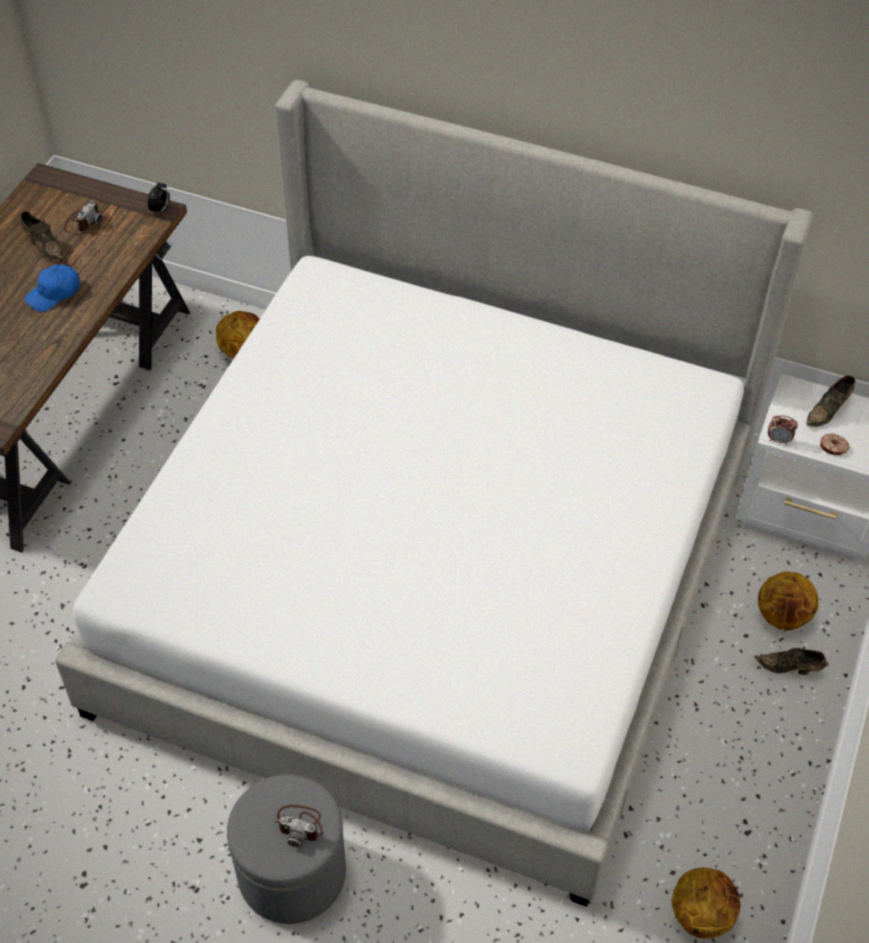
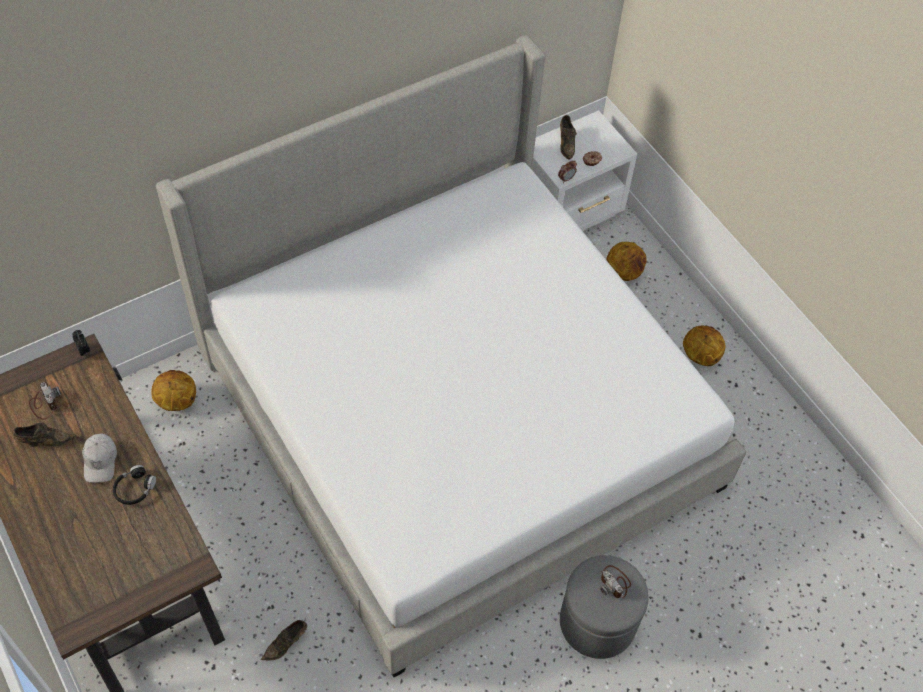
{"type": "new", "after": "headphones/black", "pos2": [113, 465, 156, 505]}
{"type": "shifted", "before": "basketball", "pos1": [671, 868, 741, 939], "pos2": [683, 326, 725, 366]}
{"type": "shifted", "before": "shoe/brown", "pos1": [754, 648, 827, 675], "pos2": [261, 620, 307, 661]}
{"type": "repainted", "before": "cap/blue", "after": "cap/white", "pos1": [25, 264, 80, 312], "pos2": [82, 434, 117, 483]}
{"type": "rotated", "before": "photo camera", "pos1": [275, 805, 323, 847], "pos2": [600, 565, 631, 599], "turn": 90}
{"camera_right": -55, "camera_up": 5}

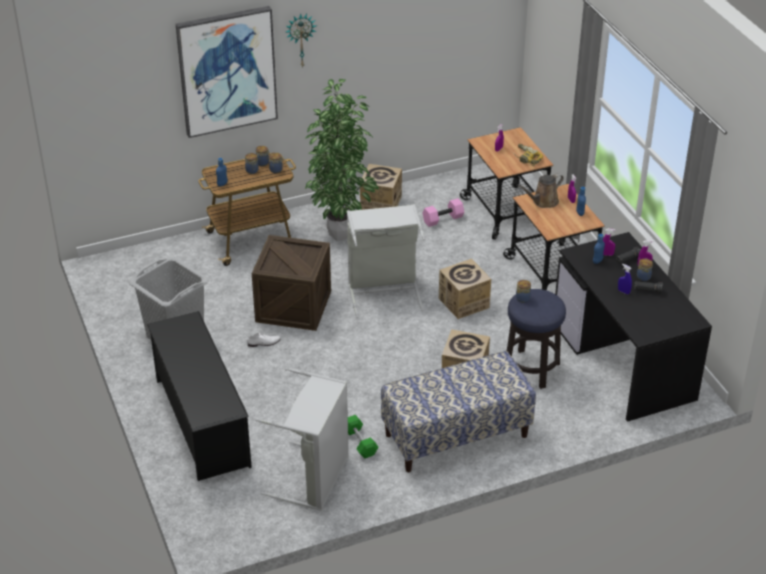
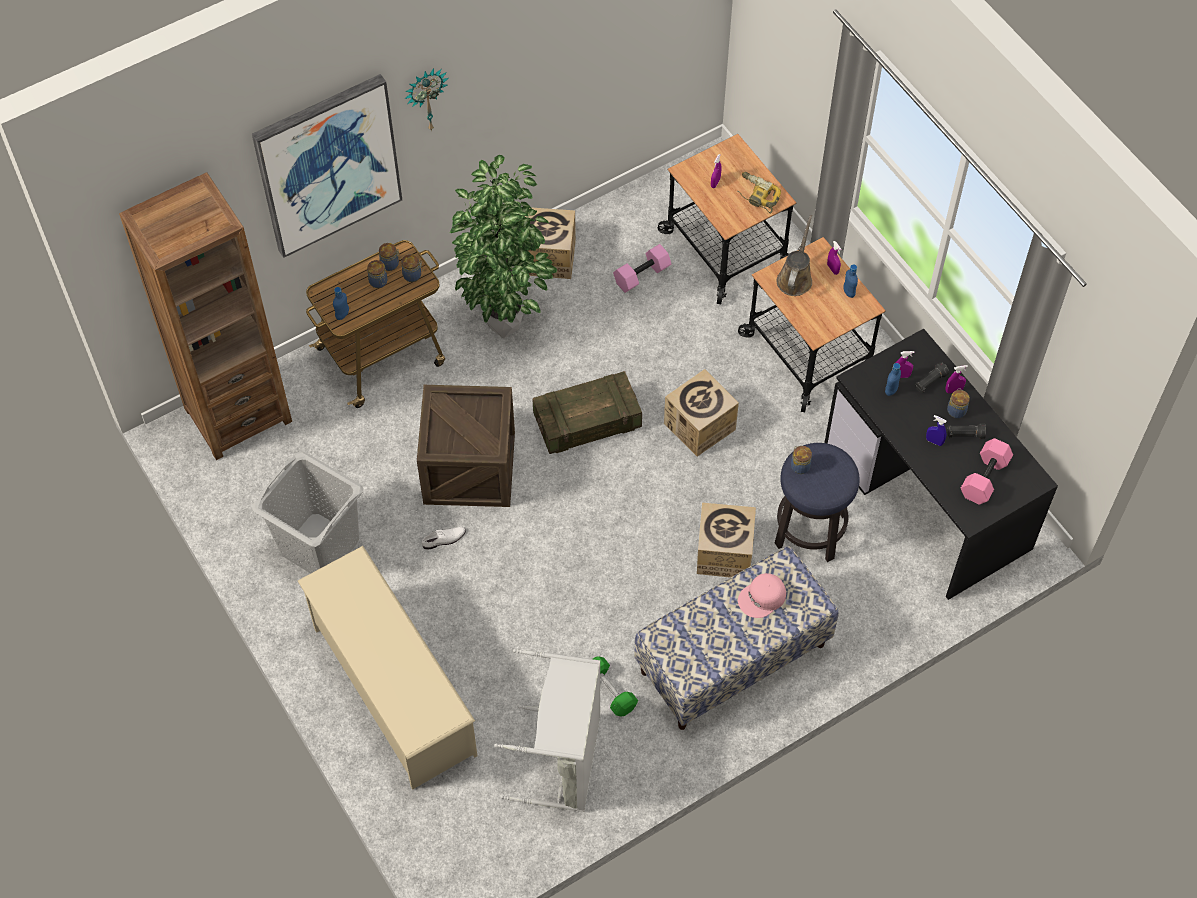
{"type": "new", "after": "bookcase/brown", "pos2": [119, 172, 292, 460]}
{"type": "new", "after": "cap/pink", "pos2": [738, 573, 786, 618]}
{"type": "new", "after": "dumbbell/pink", "pos2": [961, 438, 1013, 505]}
{"type": "swapped", "before": "laundry basket/grey", "after": "crate", "pos1": [347, 204, 425, 318], "pos2": [532, 371, 642, 454]}
{"type": "repainted", "before": "shoe rack/black", "after": "shoe rack/beige", "pos1": [147, 311, 252, 481], "pos2": [298, 546, 478, 790]}
{"type": "rotated", "before": "watering can/brown", "pos1": [518, 173, 564, 208], "pos2": [777, 215, 812, 296], "turn": 150}
{"camera_right": -10, "camera_up": 20}

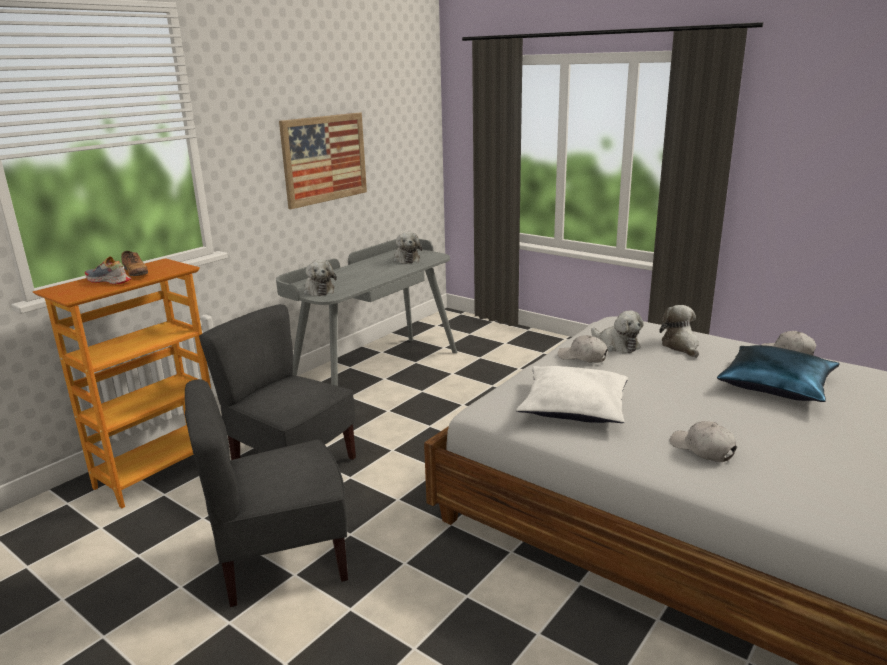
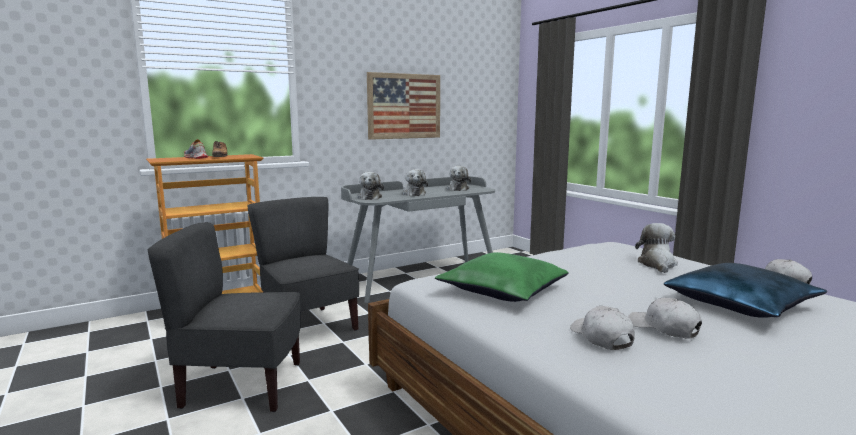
{"type": "shifted", "before": "cap/white", "pos1": [558, 335, 608, 363], "pos2": [628, 298, 702, 339]}
{"type": "shifted", "before": "plush toy", "pos1": [591, 311, 644, 353], "pos2": [402, 169, 428, 196]}
{"type": "repainted", "before": "pillow/white", "after": "pillow/green", "pos1": [516, 366, 628, 423], "pos2": [435, 252, 568, 302]}
{"camera_right": 20, "camera_up": -10}

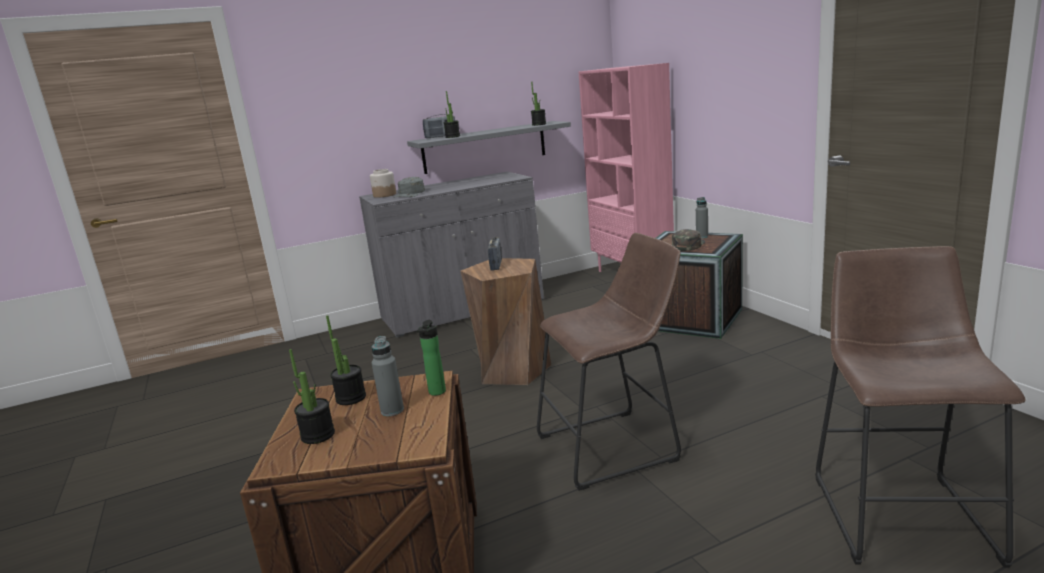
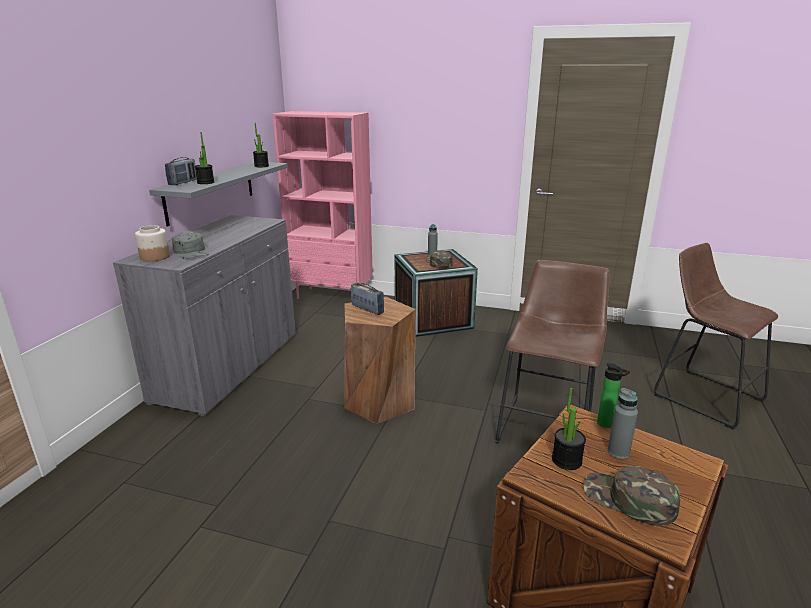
{"type": "swapped", "before": "potted plant", "after": "cap/green", "pos1": [289, 349, 335, 444], "pos2": [583, 466, 680, 525]}
{"camera_right": -50, "camera_up": 5}

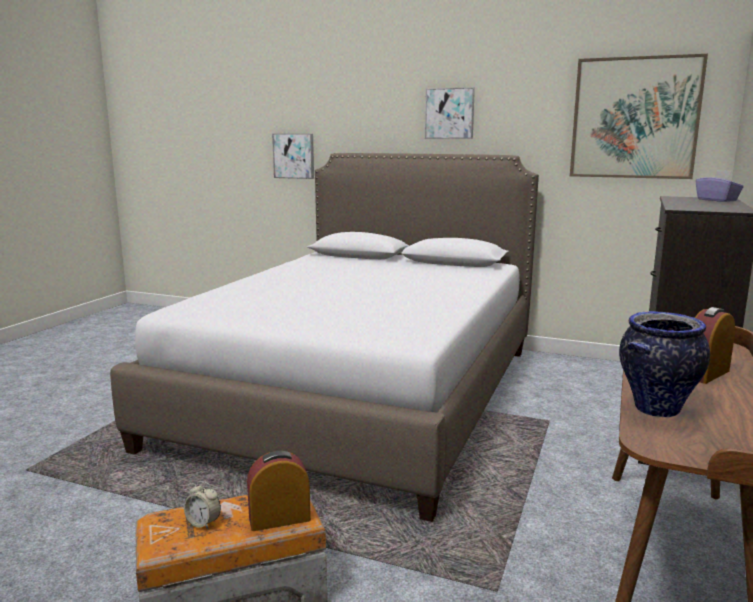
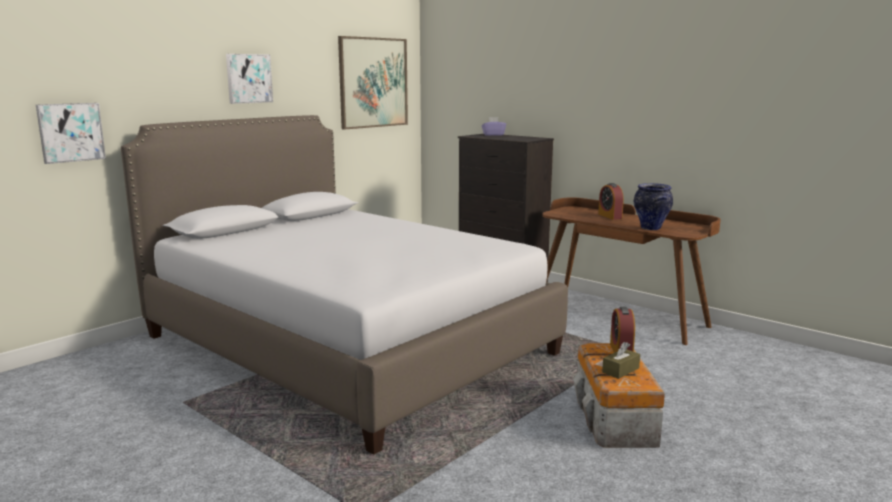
{"type": "swapped", "before": "alarm clock", "after": "tissue box/brown", "pos1": [184, 481, 221, 529], "pos2": [602, 342, 640, 379]}
{"camera_right": -70, "camera_up": 0}

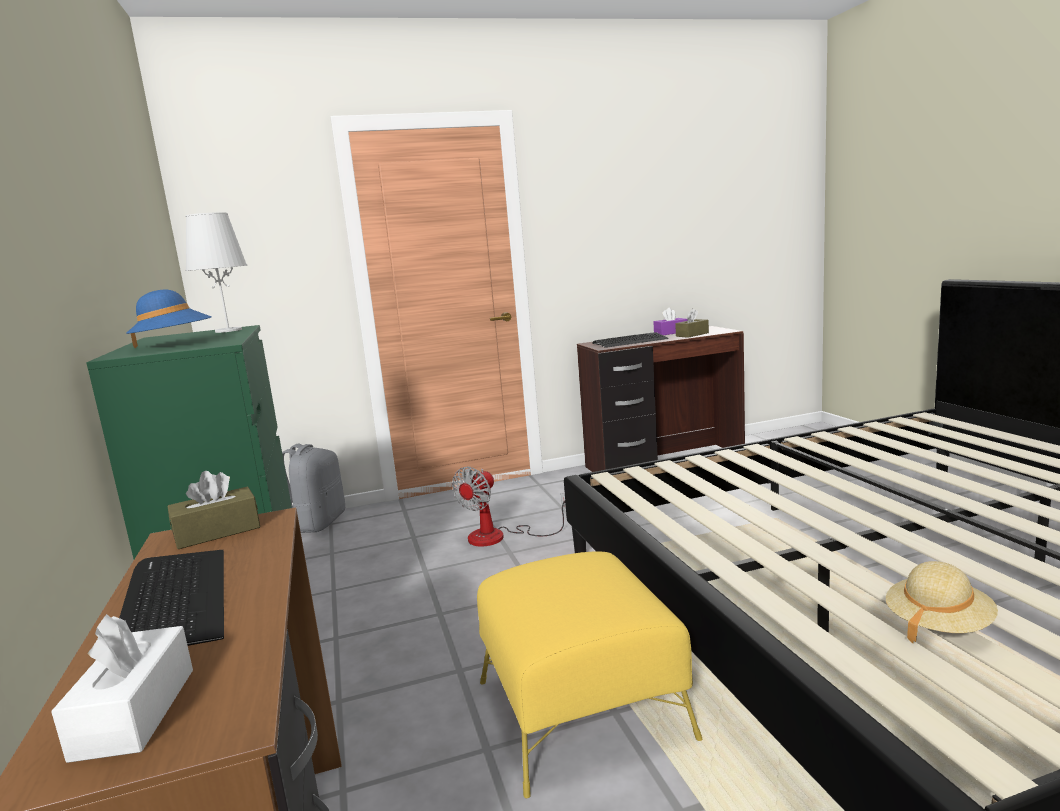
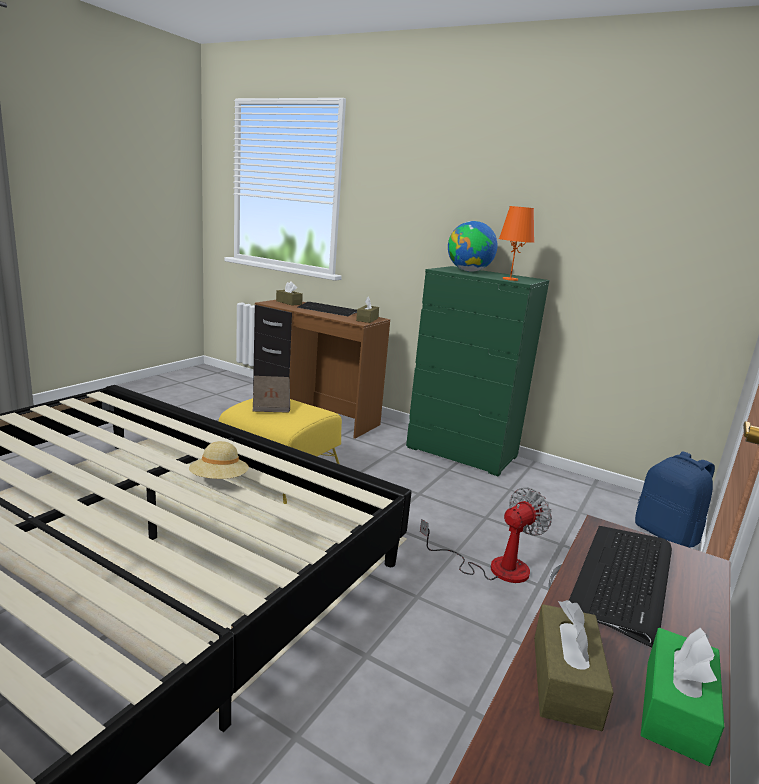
{"type": "new", "after": "book/brown", "pos2": [253, 376, 290, 413]}
{"type": "shifted", "before": "hat/beige", "pos1": [886, 561, 998, 643], "pos2": [189, 441, 249, 479]}
{"type": "swapped", "before": "hat/blue", "after": "globe", "pos1": [126, 290, 212, 348], "pos2": [448, 221, 497, 272]}
{"type": "repainted", "before": "tissue box/white", "after": "tissue box/brown", "pos1": [51, 614, 193, 763], "pos2": [276, 281, 303, 306]}
{"type": "repainted", "before": "table lamp/white", "after": "table lamp/orange", "pos1": [185, 212, 248, 333], "pos2": [499, 206, 535, 281]}
{"type": "repainted", "before": "backpack/grey", "after": "backpack/blue", "pos1": [282, 444, 345, 533], "pos2": [635, 452, 715, 548]}
{"type": "repainted", "before": "tissue box/purple", "after": "tissue box/green", "pos1": [654, 307, 687, 335], "pos2": [641, 628, 724, 766]}
{"type": "rotated", "before": "fan", "pos1": [452, 466, 566, 546], "pos2": [420, 487, 552, 583], "turn": 60}
{"camera_right": 135, "camera_up": 5}

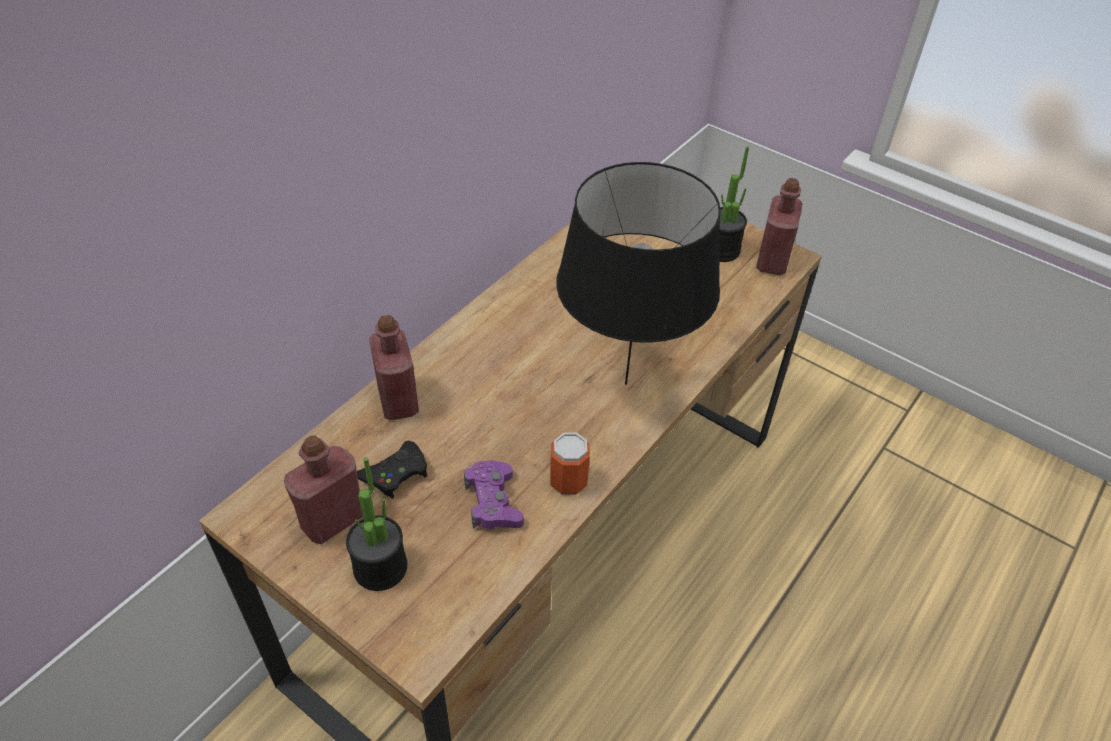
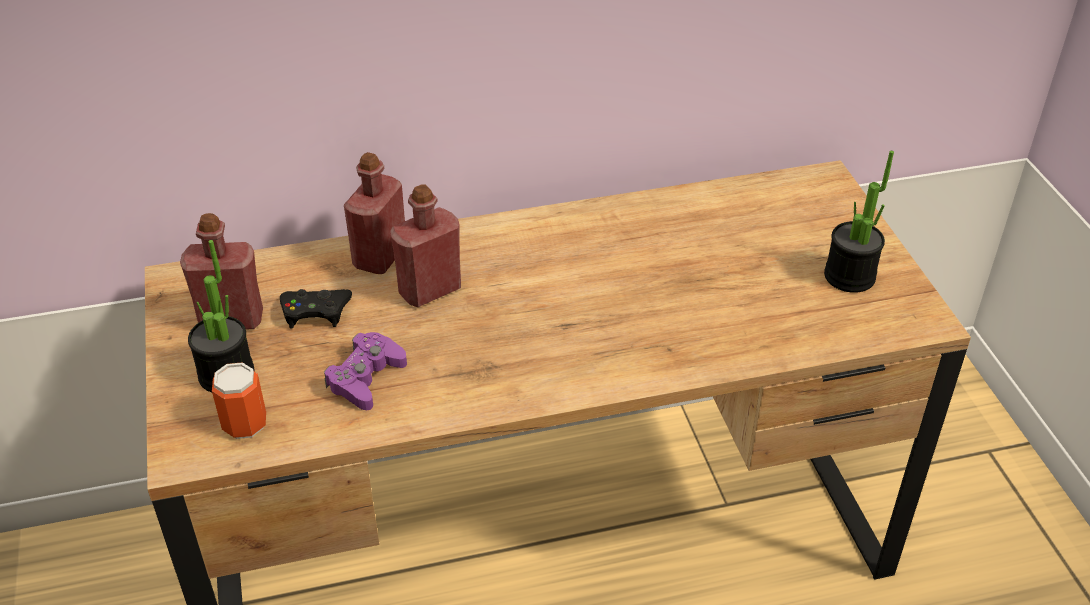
{"type": "gone", "before": "table lamp/black", "pos1": [556, 162, 721, 385]}
{"type": "shifted", "before": "can", "pos1": [550, 433, 590, 495], "pos2": [212, 362, 266, 439]}
{"type": "shifted", "before": "bottle/red", "pos1": [756, 178, 803, 275], "pos2": [390, 185, 461, 307]}
{"camera_right": 40, "camera_up": -5}

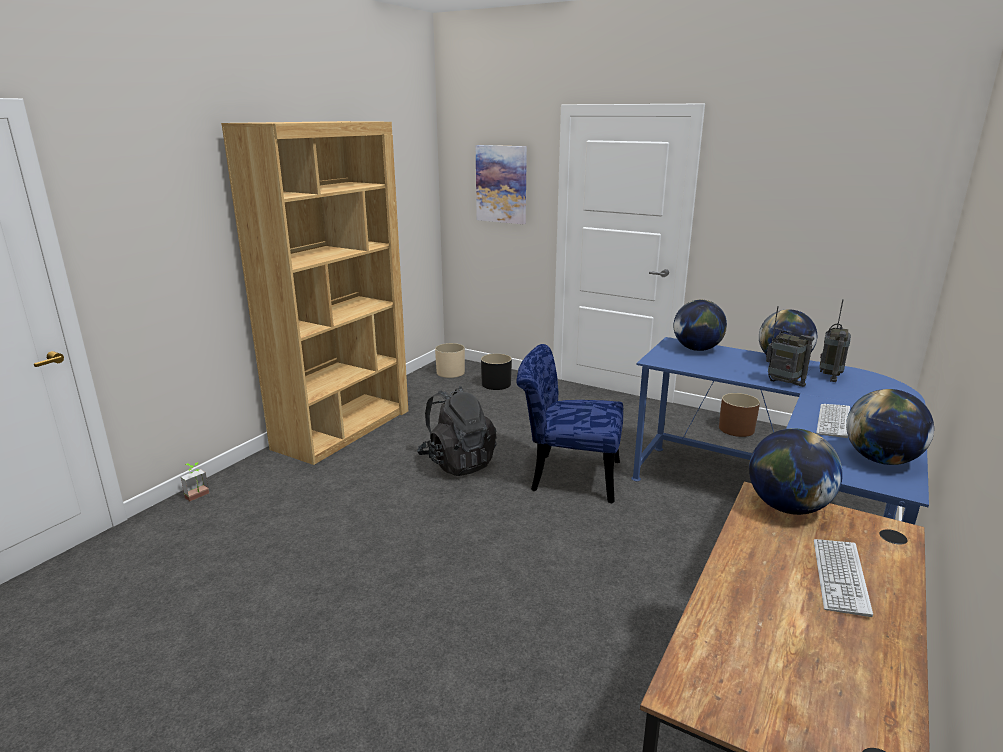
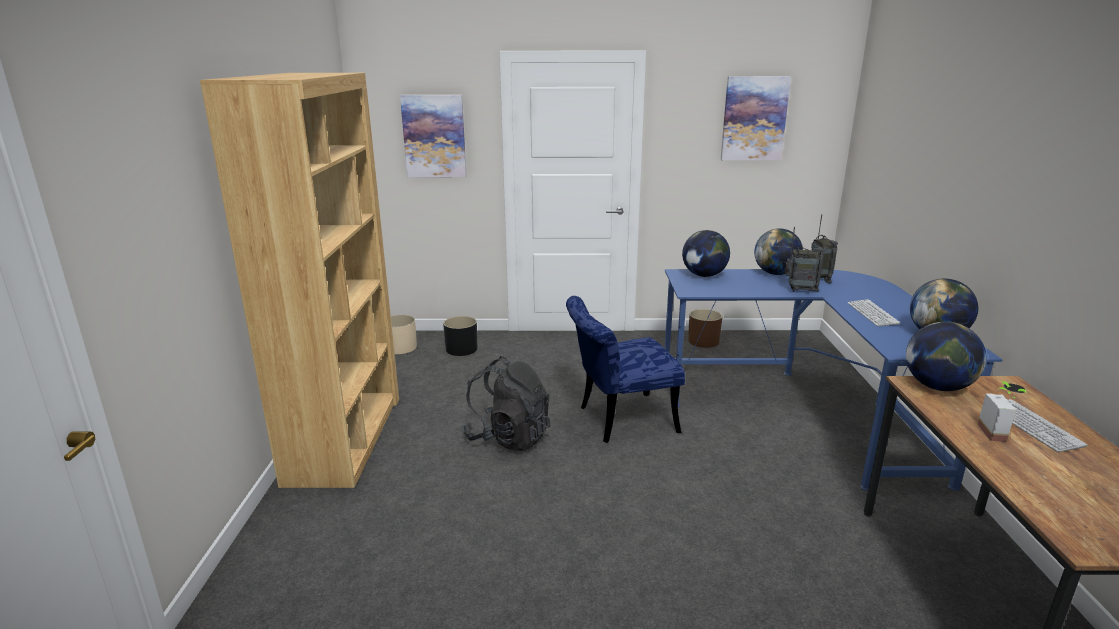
{"type": "new", "after": "picture", "pos2": [721, 76, 791, 160]}
{"type": "shifted", "before": "potted plant", "pos1": [181, 462, 209, 501], "pos2": [978, 381, 1027, 442]}
{"camera_right": -30, "camera_up": 0}

